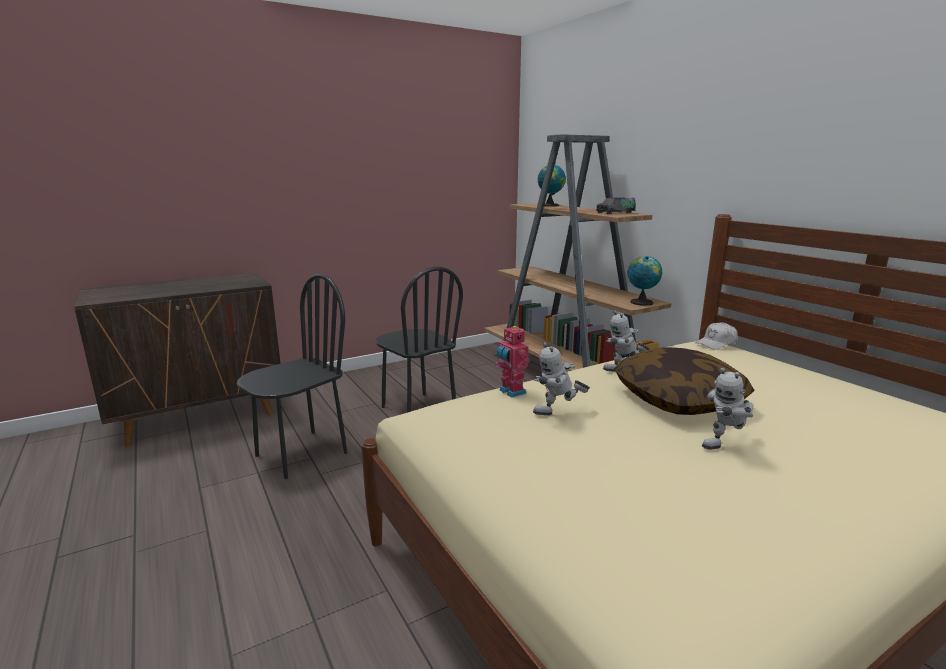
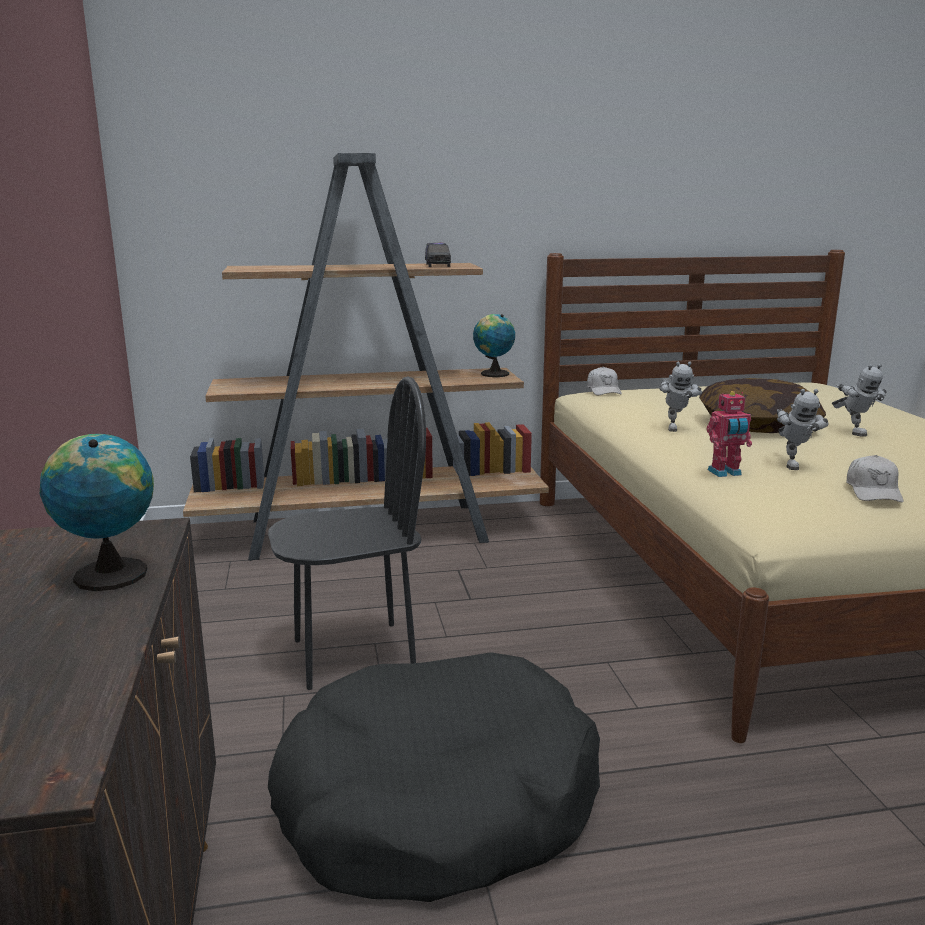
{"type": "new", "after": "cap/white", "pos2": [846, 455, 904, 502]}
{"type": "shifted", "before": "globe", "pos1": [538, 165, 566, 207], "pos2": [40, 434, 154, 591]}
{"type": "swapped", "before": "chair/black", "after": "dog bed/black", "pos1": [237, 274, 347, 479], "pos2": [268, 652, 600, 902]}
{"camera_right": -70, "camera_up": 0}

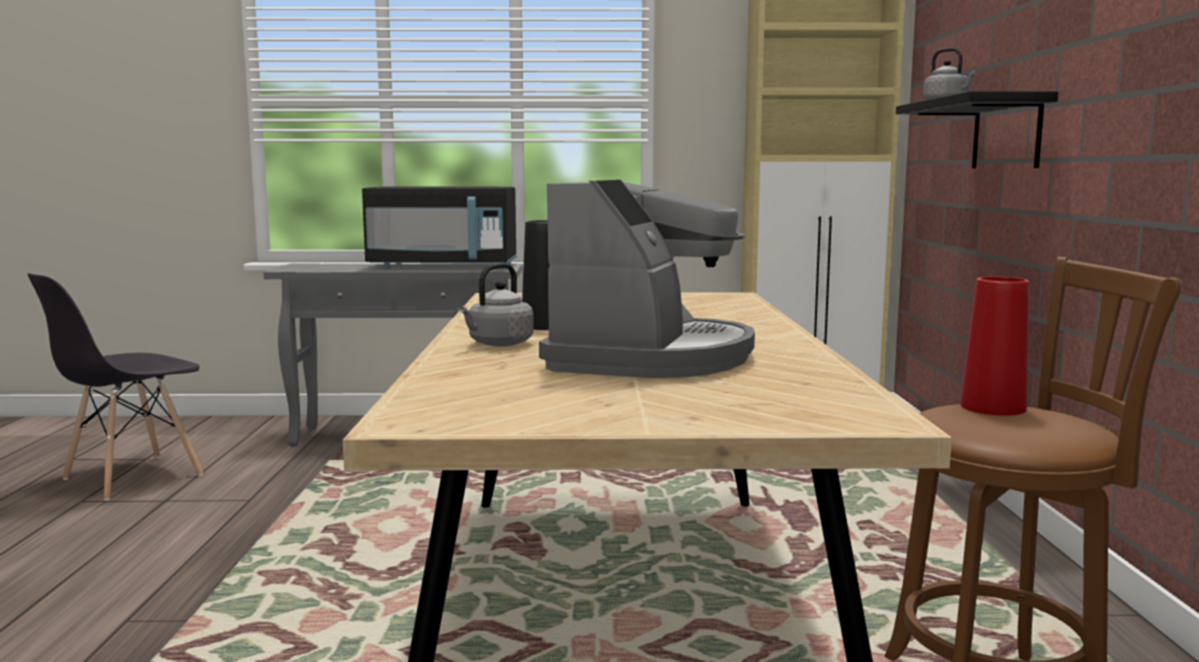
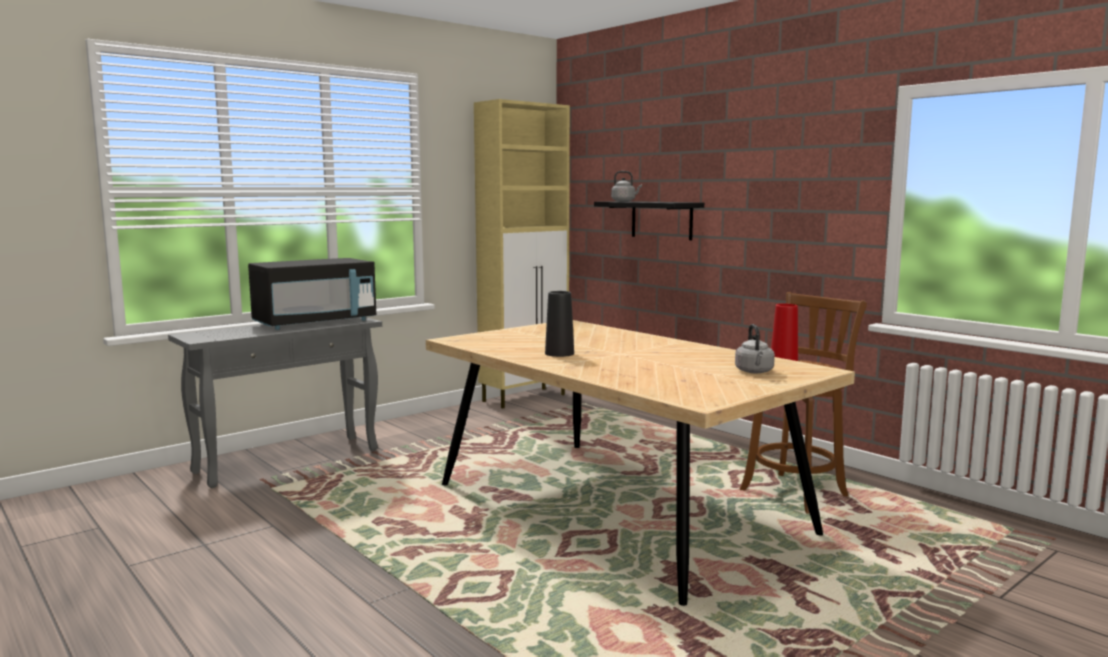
{"type": "gone", "before": "chair/grey", "pos1": [28, 273, 203, 501]}
{"type": "gone", "before": "coffee machine", "pos1": [539, 180, 755, 378]}
{"type": "shifted", "before": "kettle/grey", "pos1": [458, 263, 534, 346], "pos2": [735, 324, 775, 373]}
{"camera_right": -40, "camera_up": 0}

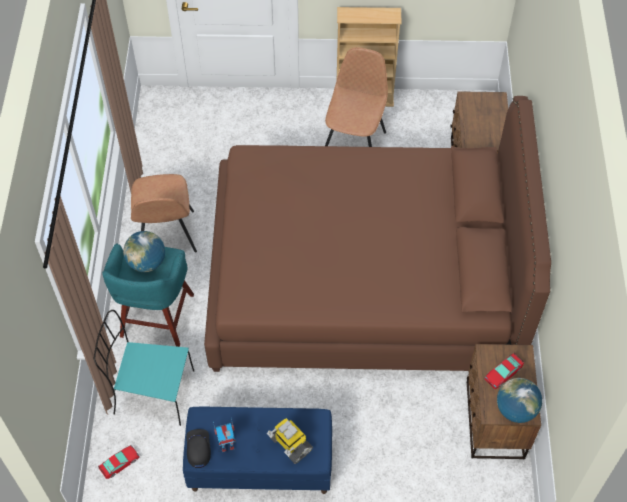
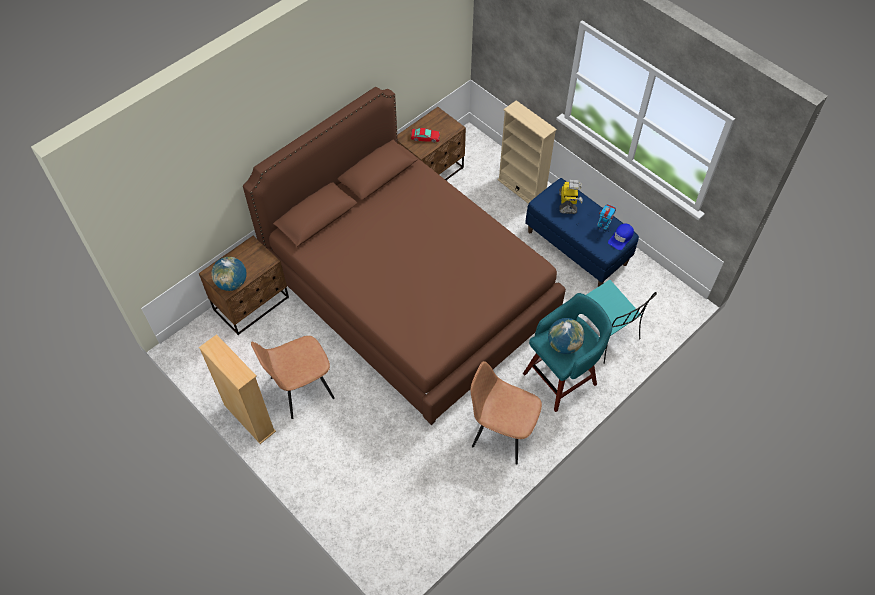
{"type": "gone", "before": "toy car", "pos1": [98, 445, 140, 479]}
{"type": "new", "after": "bookcase/beige", "pos2": [498, 100, 557, 204]}
{"type": "shifted", "before": "globe", "pos1": [497, 378, 542, 423], "pos2": [211, 257, 247, 291]}
{"type": "repainted", "before": "cap/black", "after": "cap/blue", "pos1": [186, 429, 211, 468], "pos2": [608, 223, 634, 250]}
{"type": "rotated", "before": "chair/brown", "pos1": [131, 174, 197, 253], "pos2": [471, 361, 542, 464], "turn": -105}
{"camera_right": -135, "camera_up": 0}

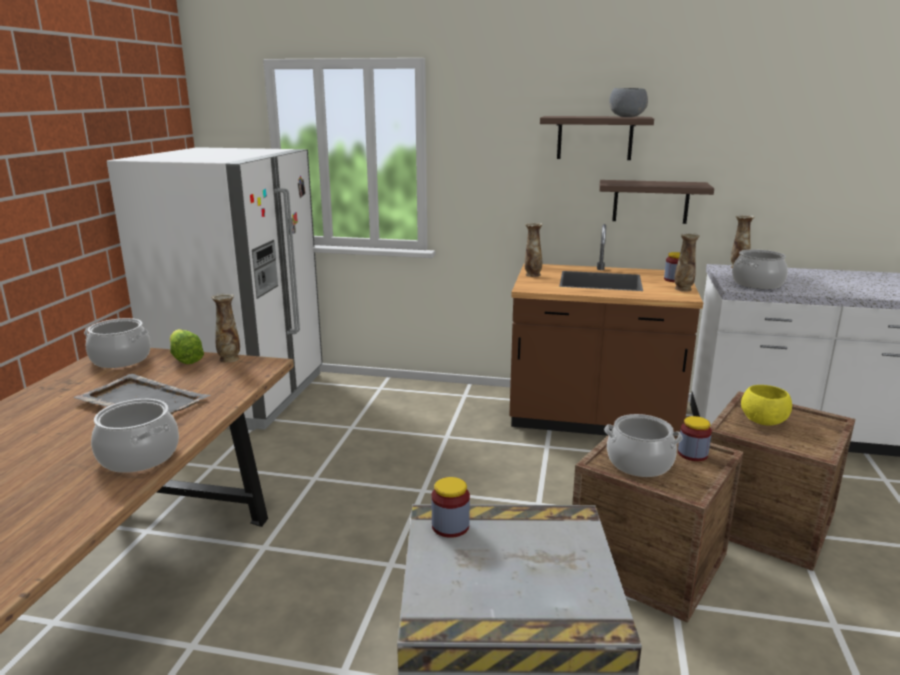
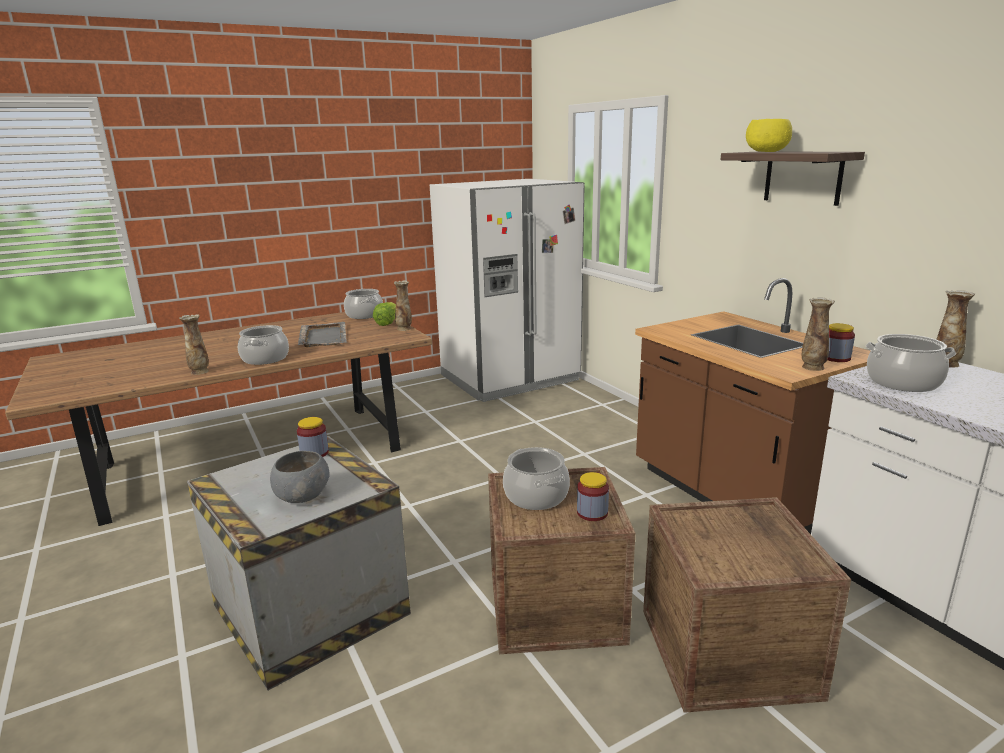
{"type": "gone", "before": "shelf", "pos1": [600, 180, 714, 224]}
{"type": "shifted", "before": "vase", "pos1": [524, 222, 543, 277], "pos2": [179, 315, 209, 375]}
{"type": "shifted", "before": "bowl/grey", "pos1": [609, 88, 648, 117], "pos2": [270, 451, 330, 503]}
{"type": "shifted", "before": "bowl/yellow", "pos1": [741, 385, 792, 425], "pos2": [746, 119, 792, 152]}
{"camera_right": 50, "camera_up": 0}

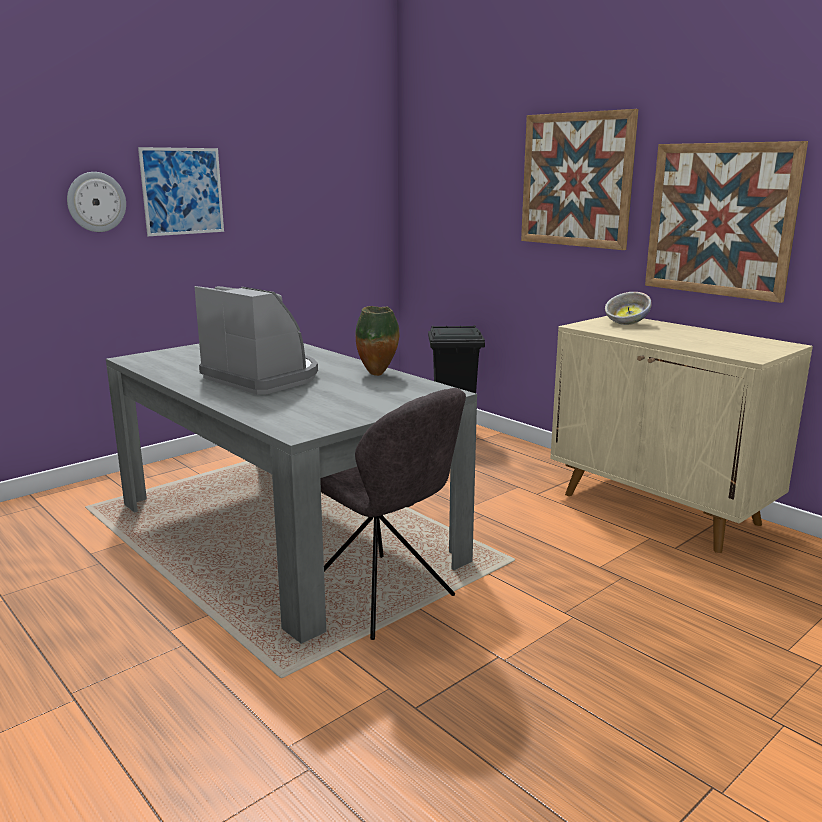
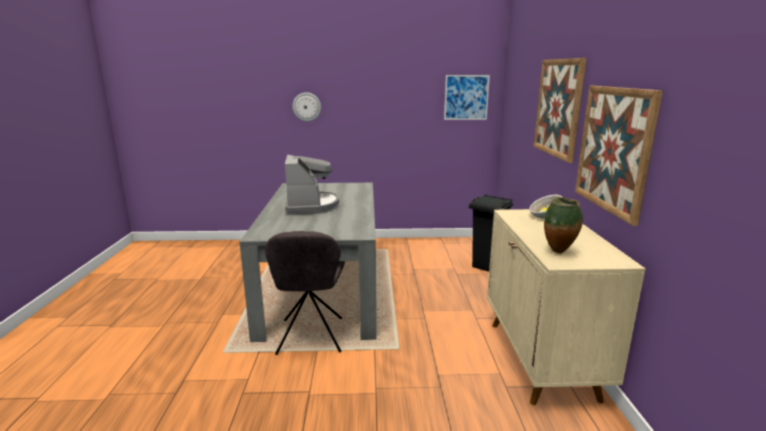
{"type": "shifted", "before": "picture", "pos1": [138, 147, 224, 236], "pos2": [444, 75, 490, 120]}
{"type": "shifted", "before": "vase", "pos1": [356, 306, 399, 376], "pos2": [544, 197, 583, 253]}
{"camera_right": 40, "camera_up": 0}

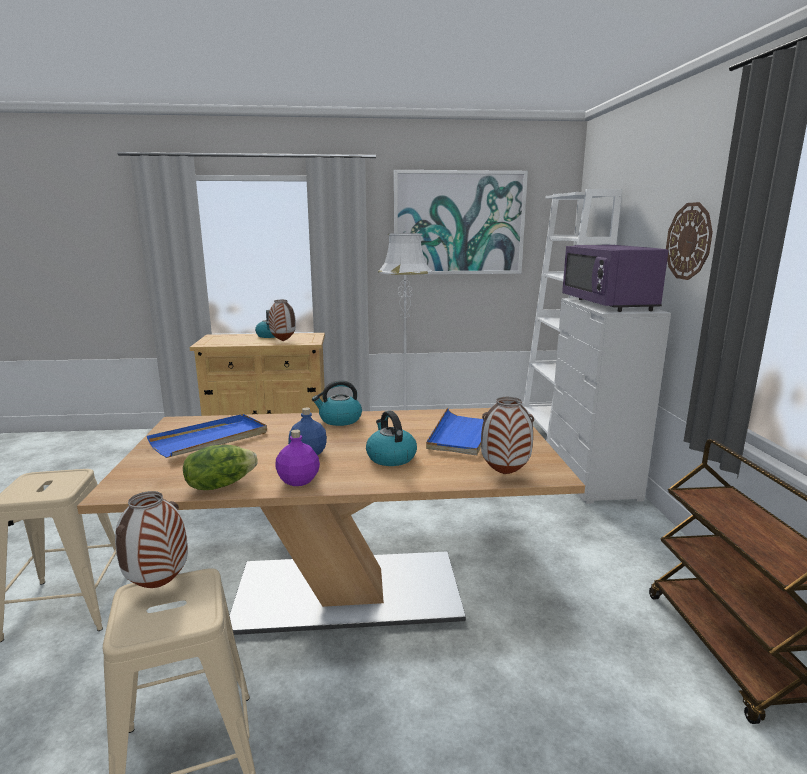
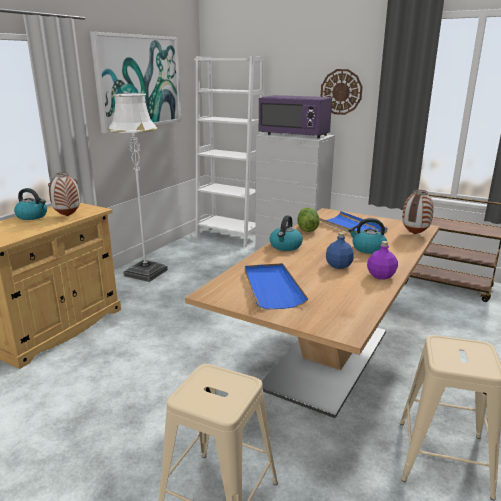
{"type": "gone", "before": "vase", "pos1": [115, 491, 188, 588]}
{"type": "shifted", "before": "lettuce", "pos1": [183, 445, 258, 490], "pos2": [297, 208, 319, 232]}
{"camera_right": -55, "camera_up": 5}

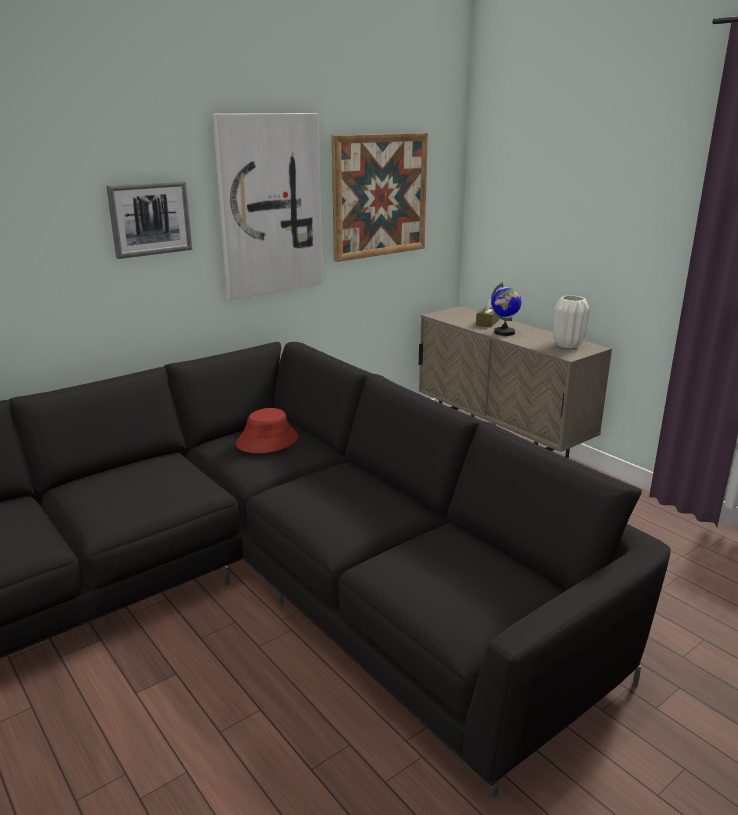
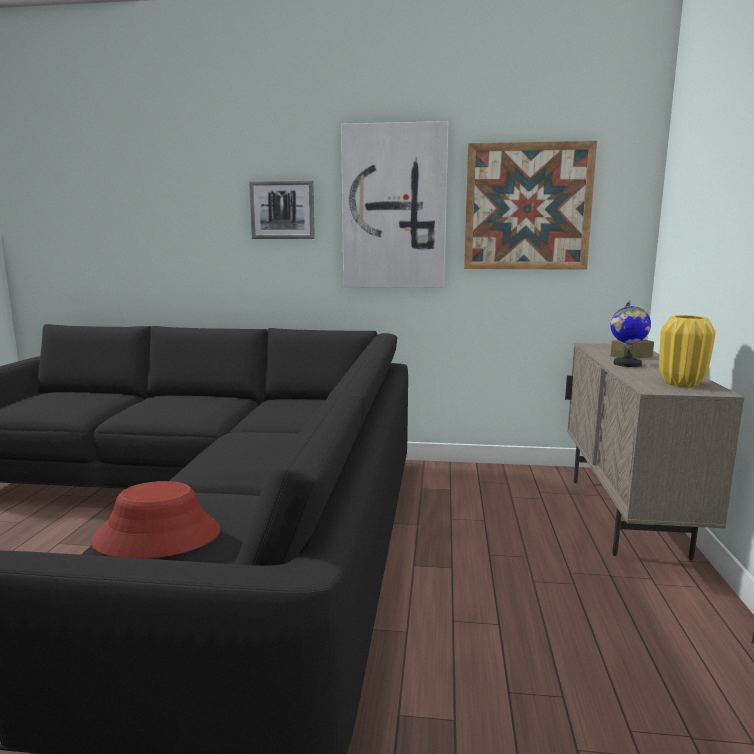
{"type": "shifted", "before": "hat/red", "pos1": [235, 408, 299, 453], "pos2": [91, 481, 221, 559]}
{"type": "repainted", "before": "vase/white", "after": "vase/yellow", "pos1": [553, 295, 590, 348], "pos2": [659, 315, 716, 387]}
{"camera_right": 45, "camera_up": -10}

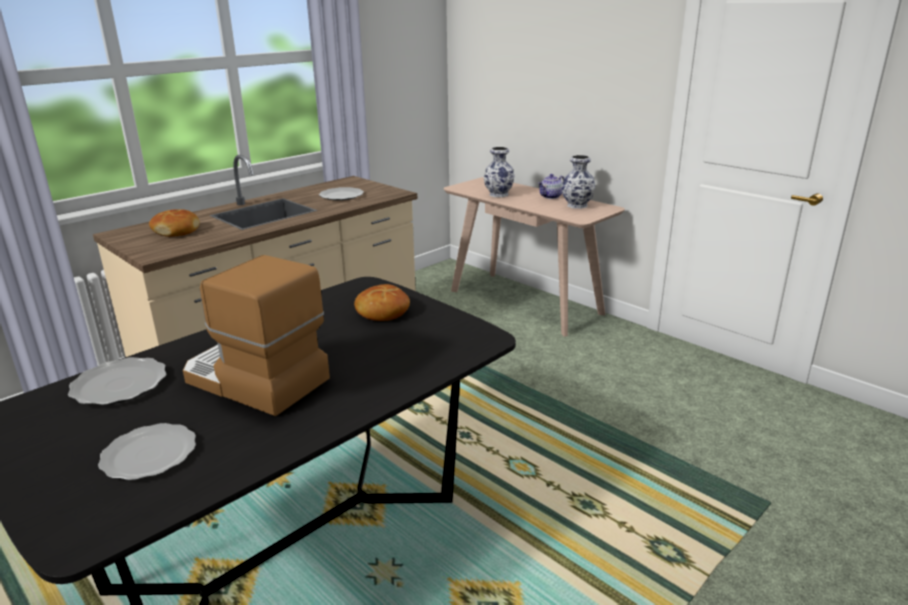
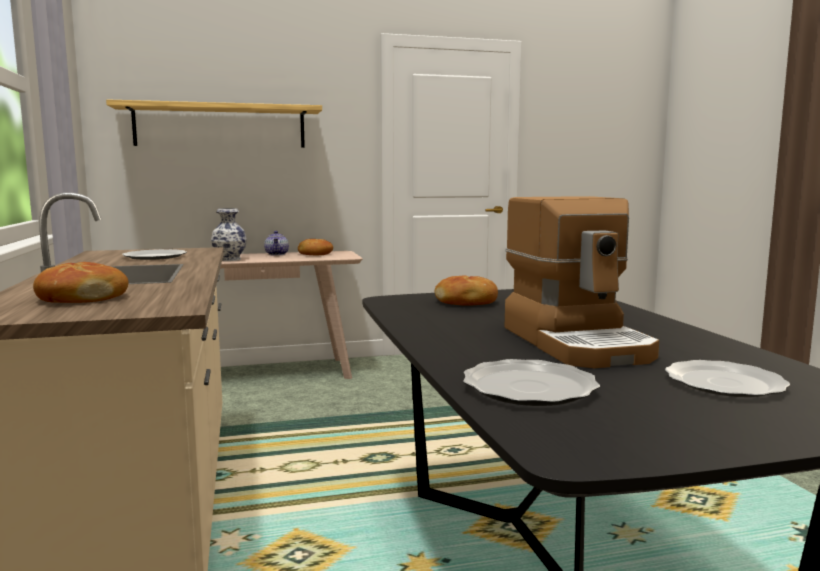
{"type": "new", "after": "shelf", "pos2": [106, 99, 322, 148]}
{"type": "swapped", "before": "vase", "after": "bread", "pos1": [562, 155, 595, 209], "pos2": [298, 239, 333, 255]}
{"type": "rotated", "before": "coffee machine", "pos1": [183, 255, 330, 416], "pos2": [505, 196, 659, 368], "turn": -75}
{"camera_right": -60, "camera_up": -15}

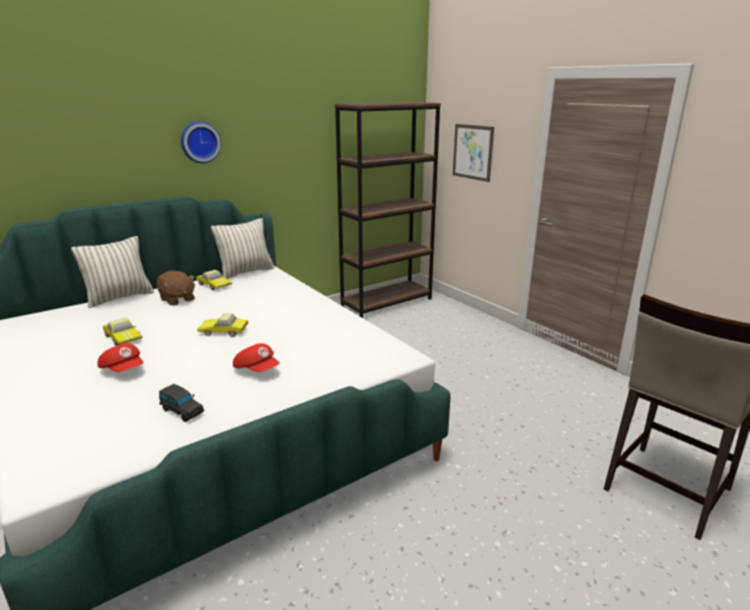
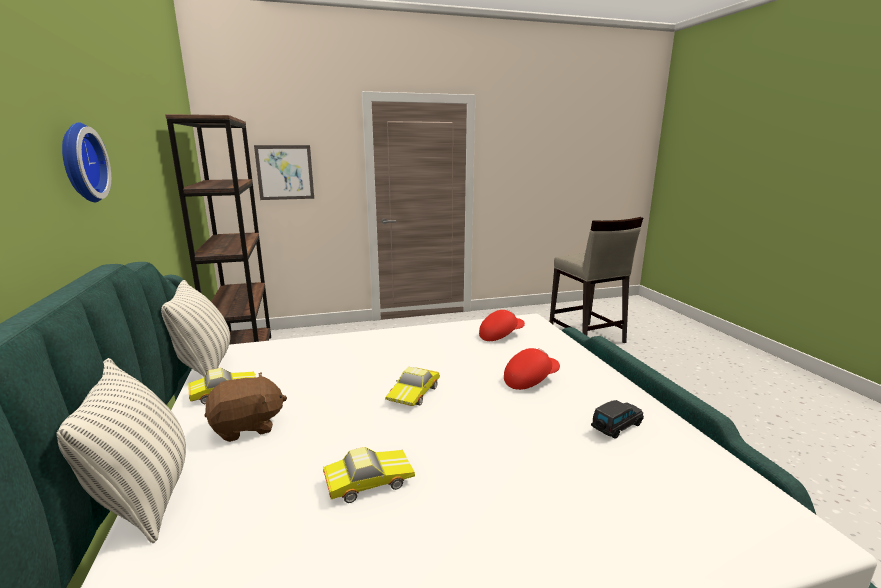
{"type": "shifted", "before": "cap/red", "pos1": [98, 344, 144, 372], "pos2": [479, 310, 525, 341]}
{"camera_right": -70, "camera_up": -5}

